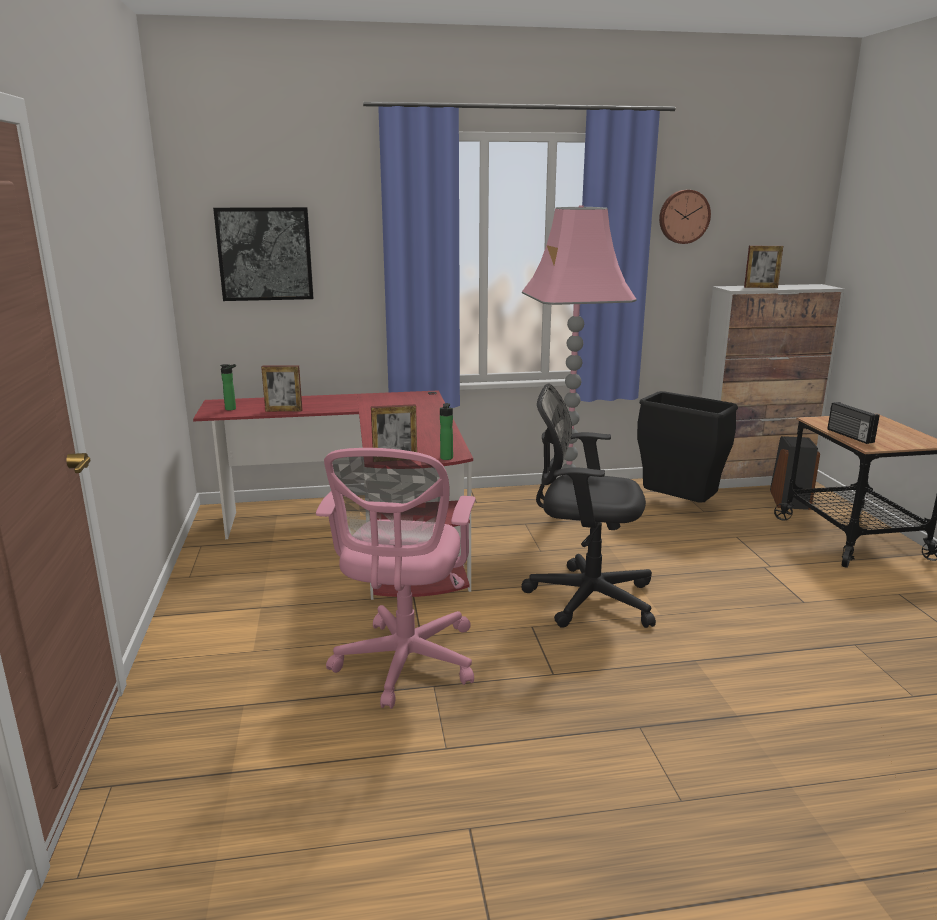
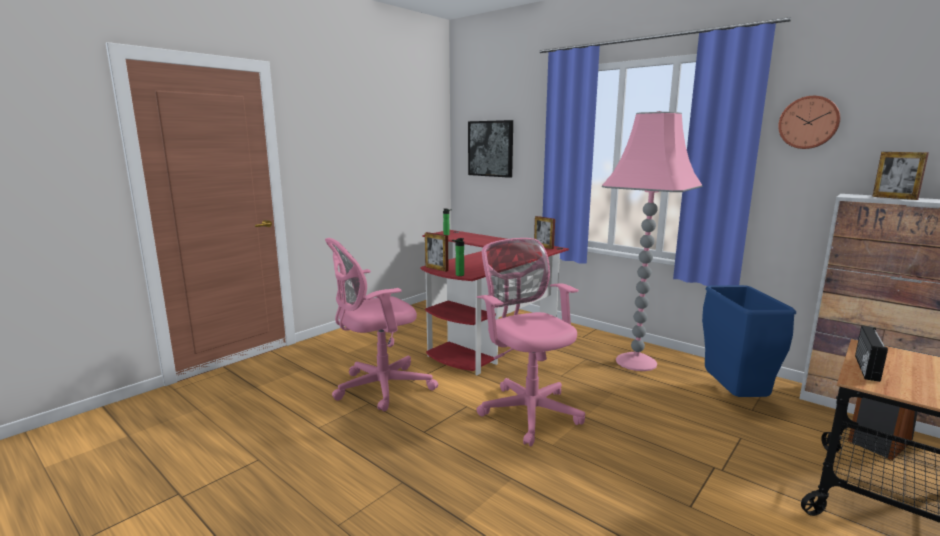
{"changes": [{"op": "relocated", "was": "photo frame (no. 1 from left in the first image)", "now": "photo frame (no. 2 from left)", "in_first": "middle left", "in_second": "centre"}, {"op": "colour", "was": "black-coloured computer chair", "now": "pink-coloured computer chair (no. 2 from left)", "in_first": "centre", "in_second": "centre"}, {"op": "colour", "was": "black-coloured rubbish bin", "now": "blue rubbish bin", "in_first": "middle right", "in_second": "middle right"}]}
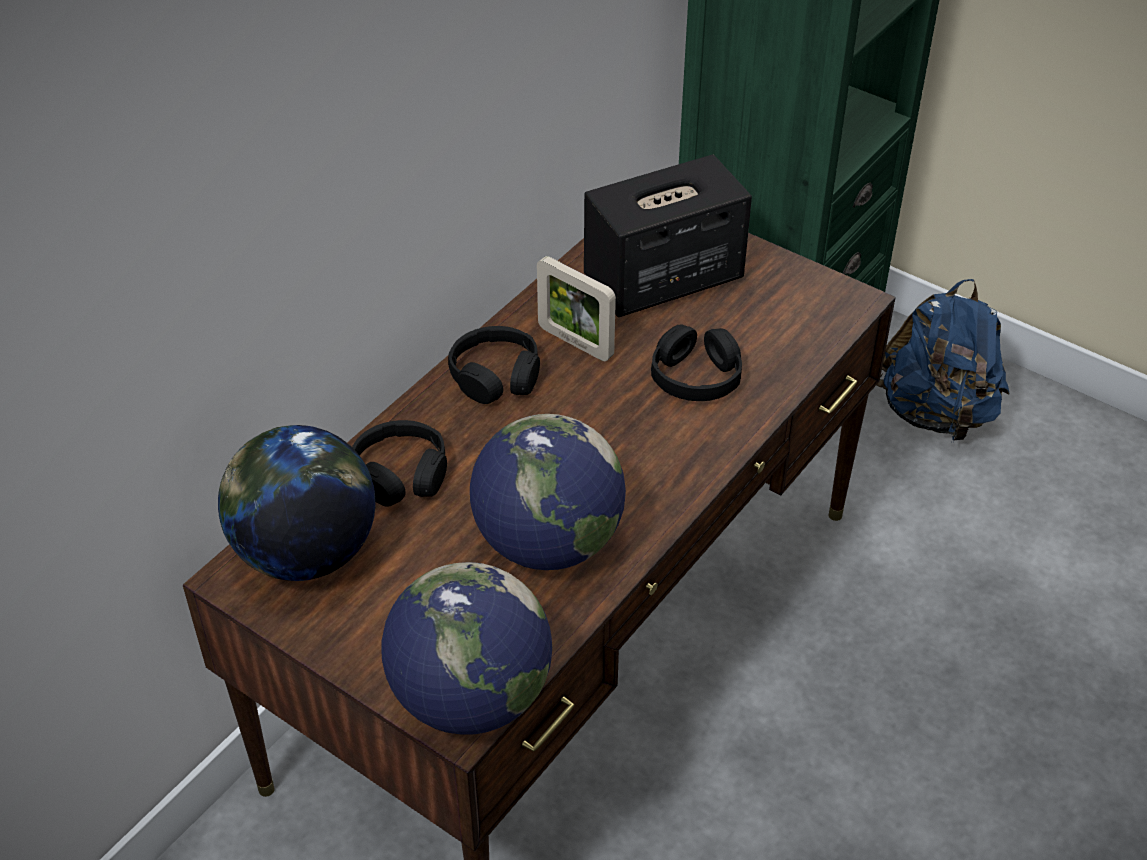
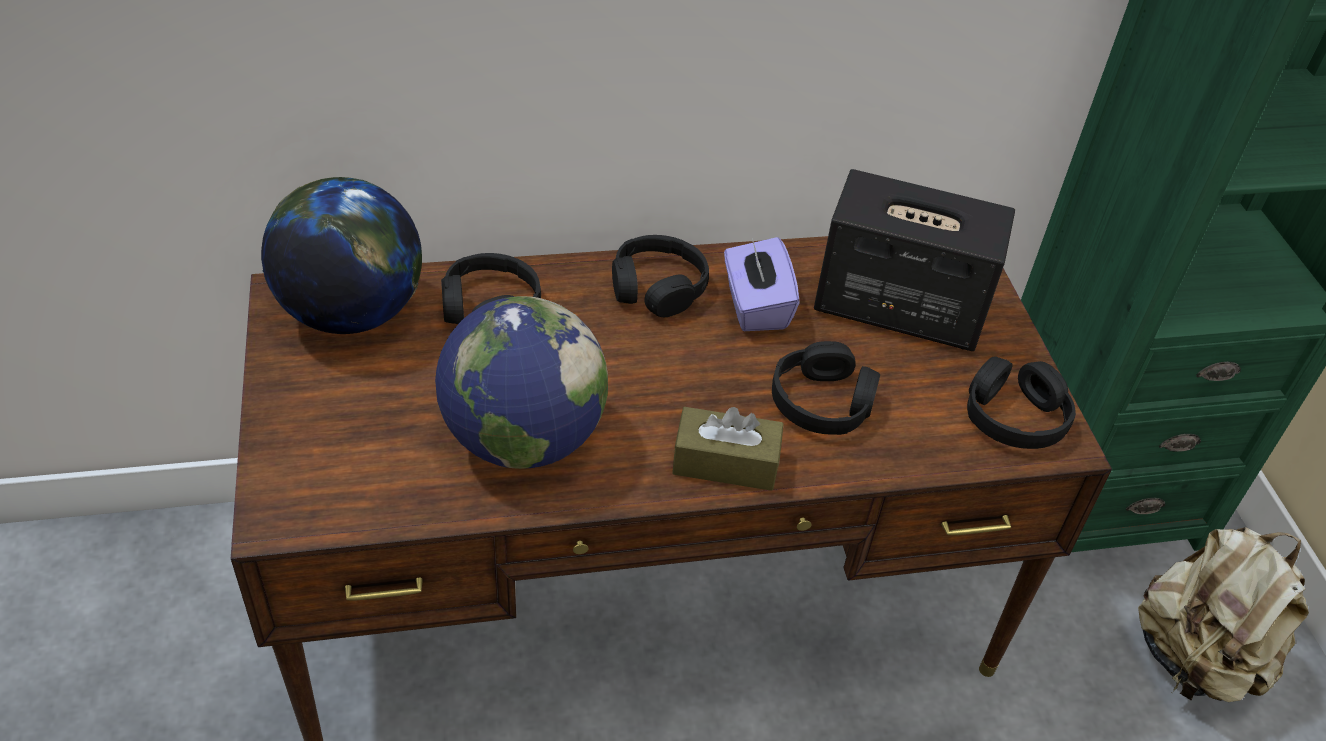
{"changes": [{"op": "missing", "was": "world globe (no. 2 from left)", "in_first": "bottom centre"}, {"op": "appeared", "now": "brown-coloured box of tissues", "in_second": "centre"}, {"op": "appeared", "now": "black-coloured headset (no. 4 from left)", "in_second": "middle right"}, {"op": "exchanged", "was": "photo frame", "now": "purple-coloured box of tissues", "in_first": "centre", "in_second": "centre"}, {"op": "colour", "was": "blue backpack", "now": "sand-coloured backpack", "in_first": "middle right", "in_second": "bottom right"}]}
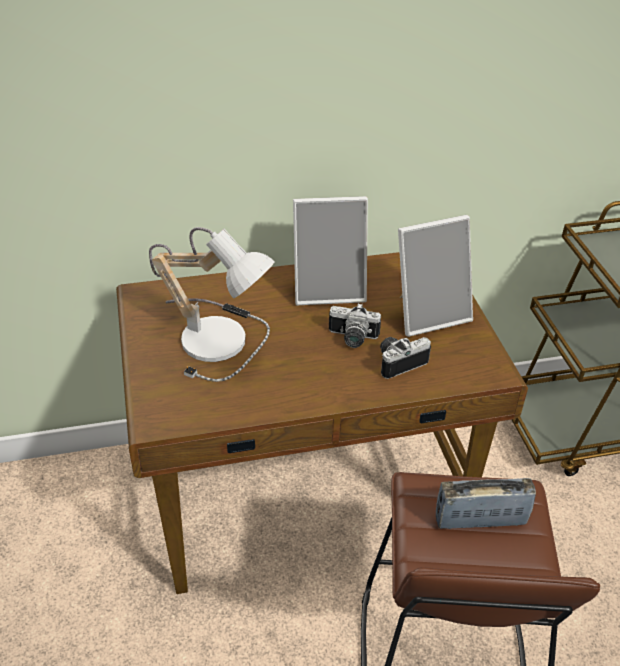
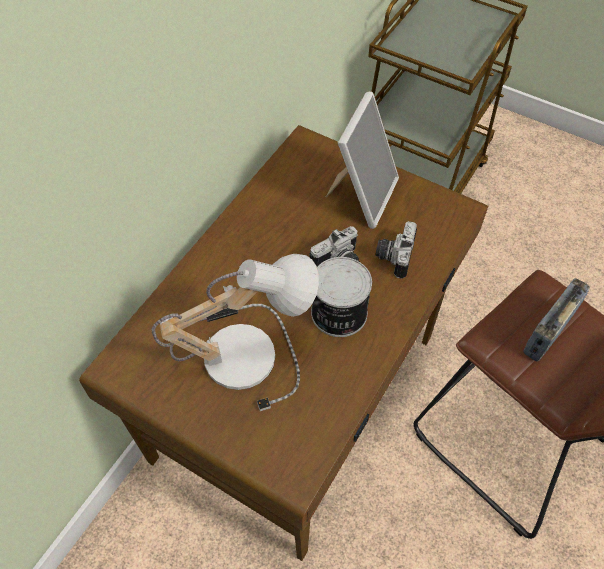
{"changes": [{"op": "missing", "was": "photo frame (no. 1 from left)", "in_first": "centre"}, {"op": "appeared", "now": "sealed can", "in_second": "centre"}]}
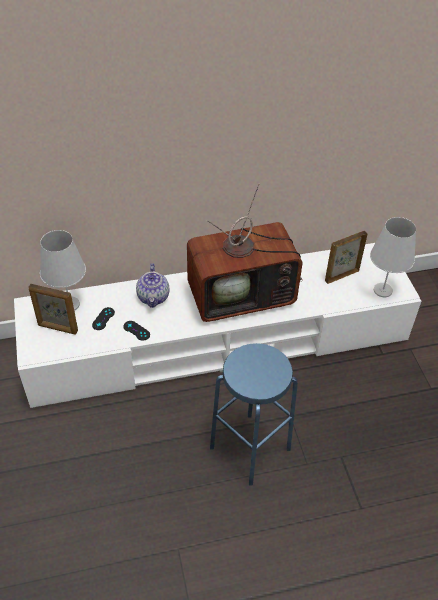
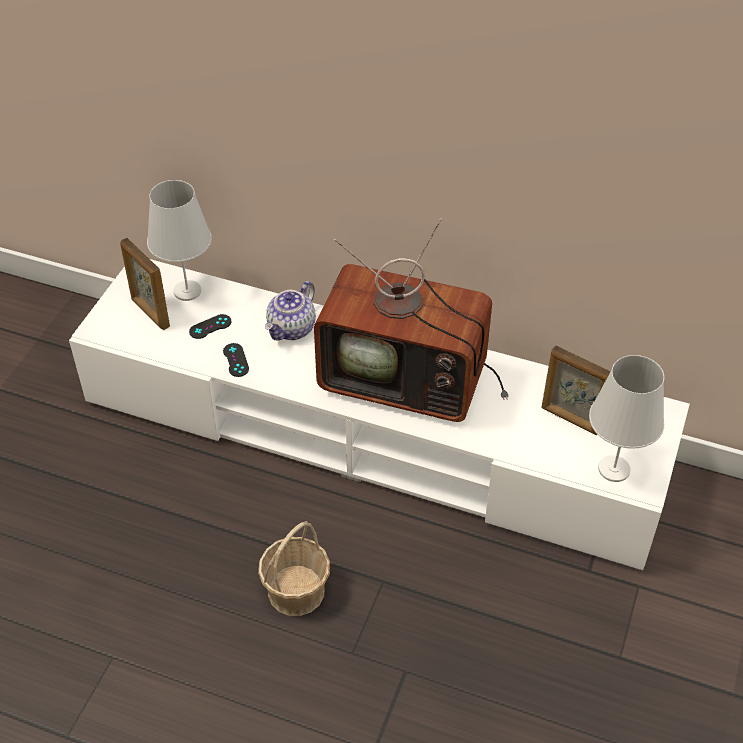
{"changes": [{"op": "exchanged", "was": "blue sitting stool", "now": "household basket", "in_first": "bottom centre", "in_second": "bottom centre"}, {"op": "spun", "was": "photo frame (no. 2 from left)", "in_first": "middle right", "in_second": "middle right", "clockwise": -150}]}
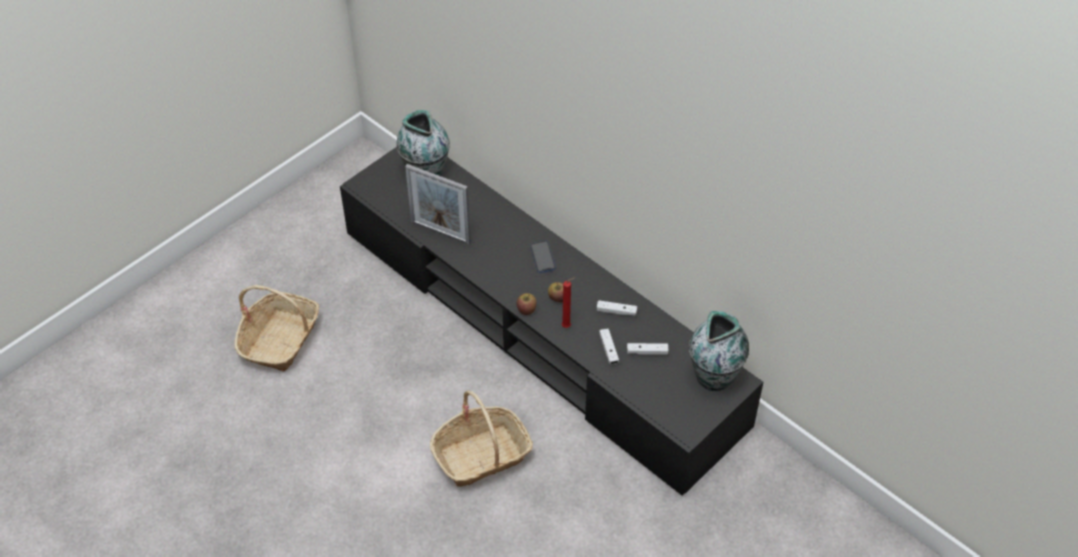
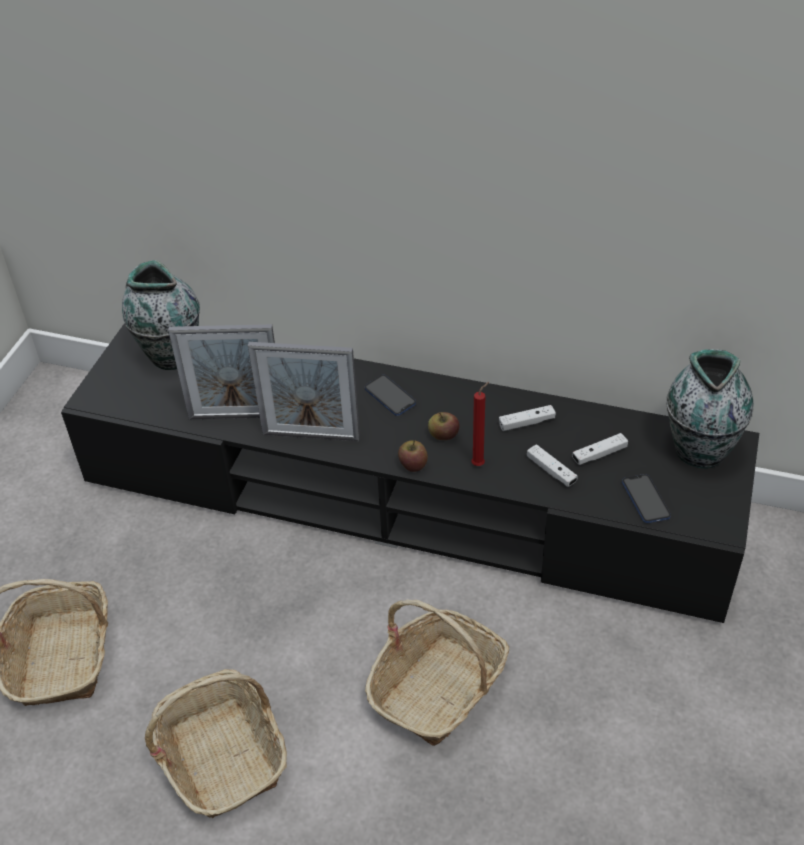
{"changes": [{"op": "appeared", "now": "household basket (no. 2 from left)", "in_second": "bottom left"}, {"op": "appeared", "now": "photo frame (no. 2 from left)", "in_second": "centre"}, {"op": "appeared", "now": "phone (no. 2 from left)", "in_second": "middle right"}]}
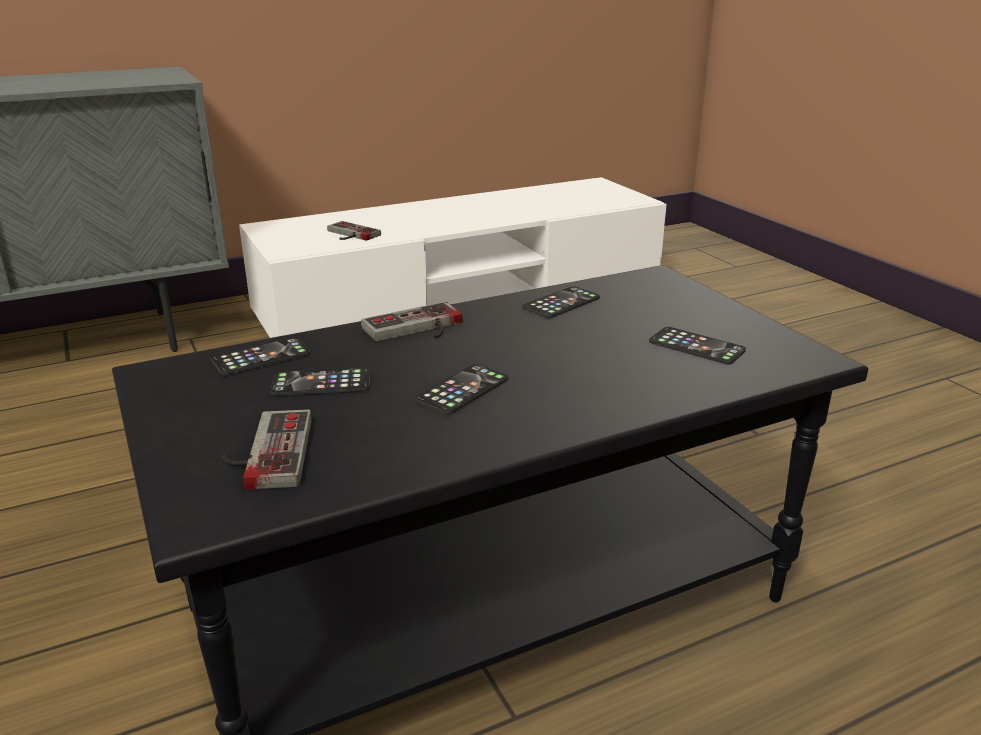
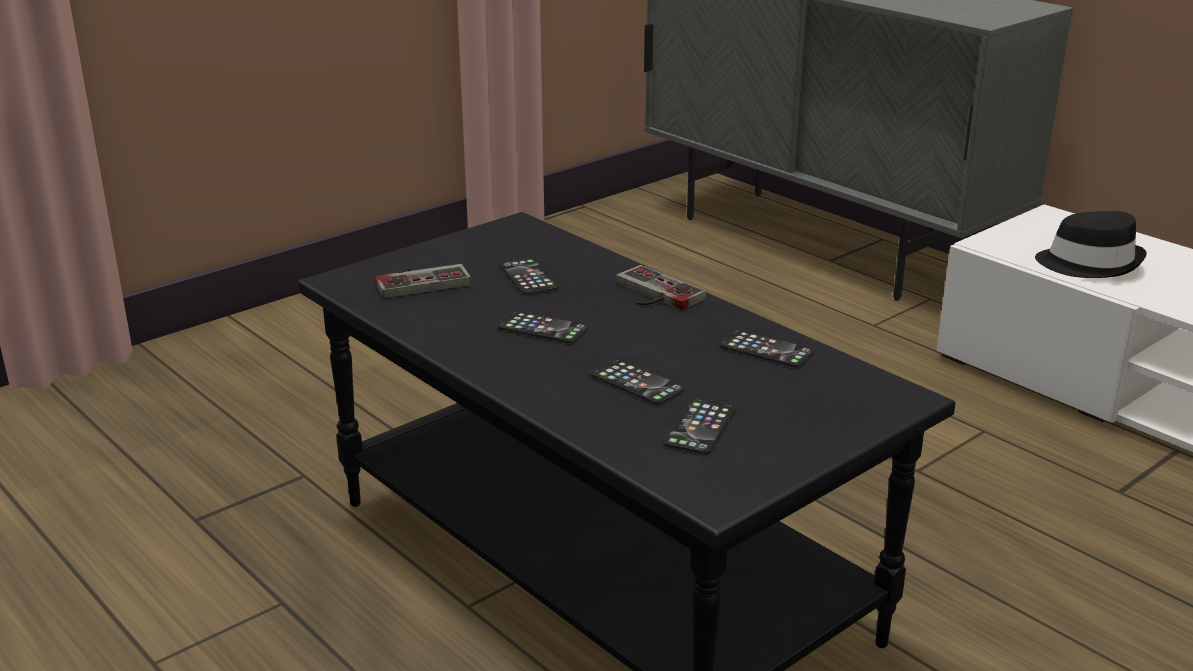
{"changes": [{"op": "relocated", "was": "phone (no. 1 from left in the first image)", "now": "phone (no. 3 from left)", "in_first": "middle left", "in_second": "centre"}, {"op": "exchanged", "was": "game controller (no. 2 from left)", "now": "black-coloured hat", "in_first": "top centre", "in_second": "middle right"}]}
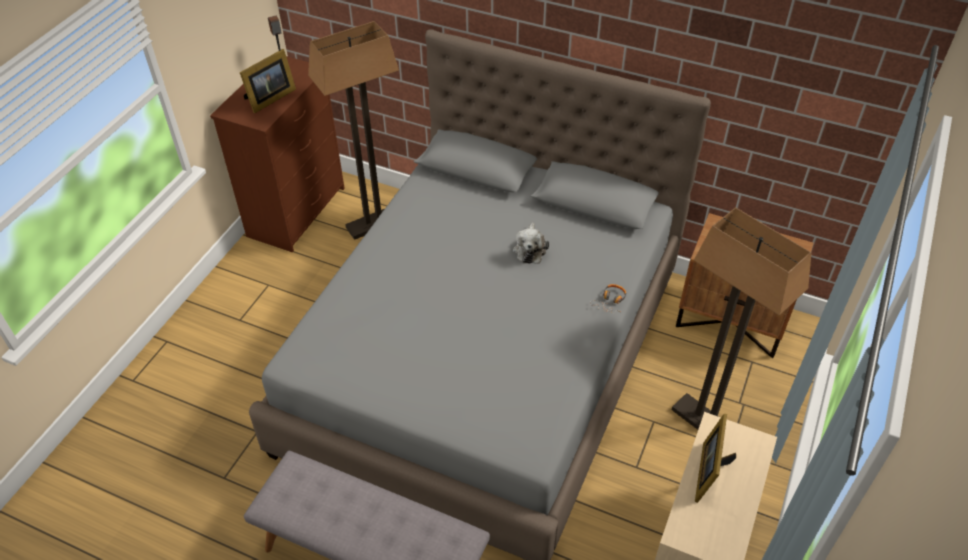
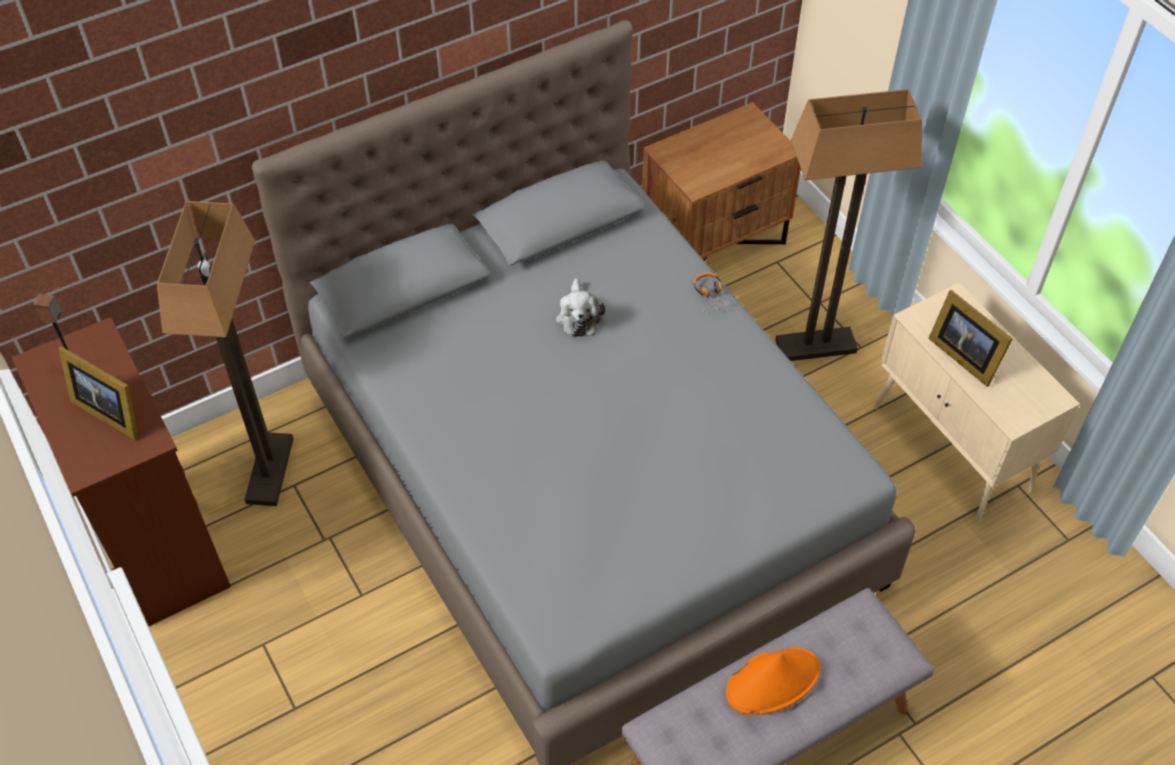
{"changes": [{"op": "appeared", "now": "orangey hat", "in_second": "bottom centre"}, {"op": "spun", "was": "photo frame (no. 1 from left)", "in_first": "top left", "in_second": "middle left", "clockwise": 135}, {"op": "spun", "was": "soft toy", "in_first": "centre", "in_second": "centre", "clockwise": 45}]}
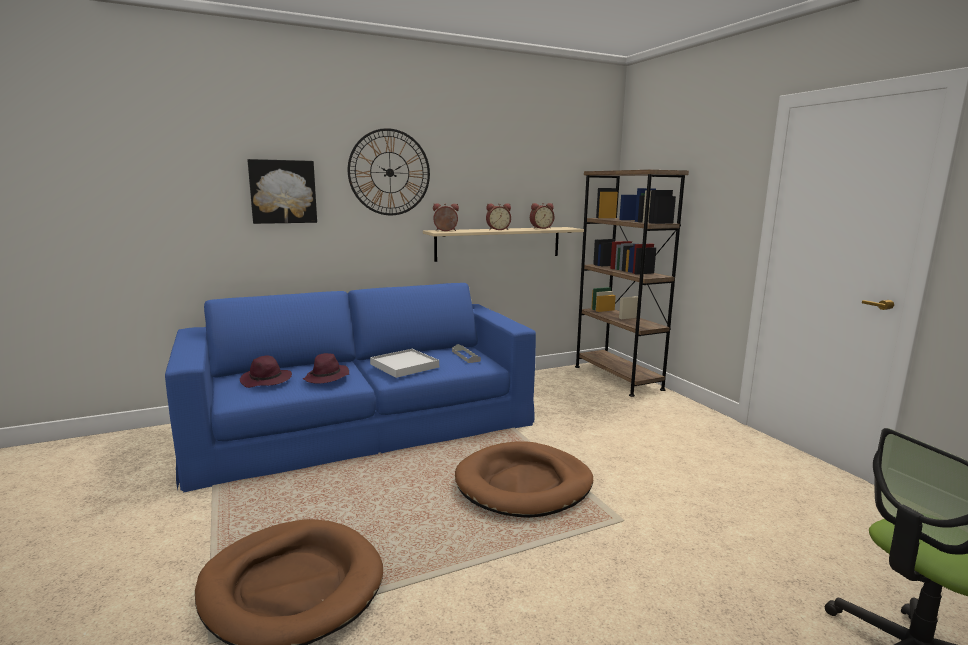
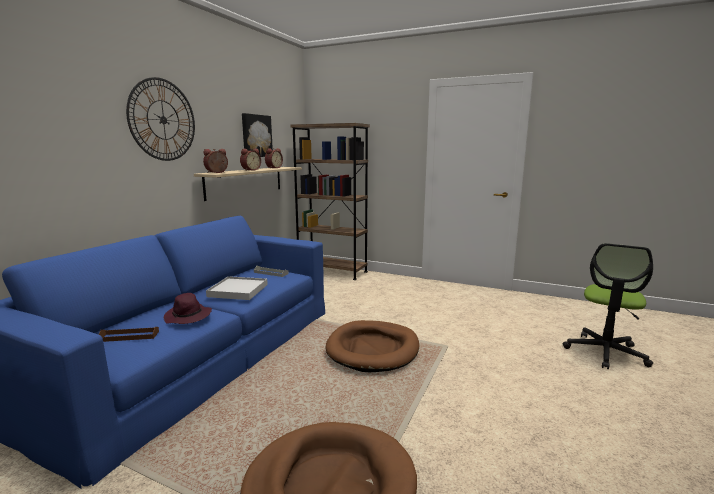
{"changes": [{"op": "relocated", "was": "wall picture", "in_first": "top left", "in_second": "top centre"}, {"op": "exchanged", "was": "purple-coloured hat (no. 1 from left)", "now": "brown-coloured serving tray", "in_first": "middle left", "in_second": "bottom left"}]}
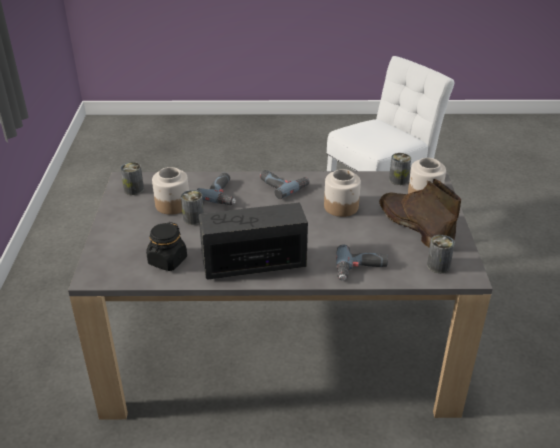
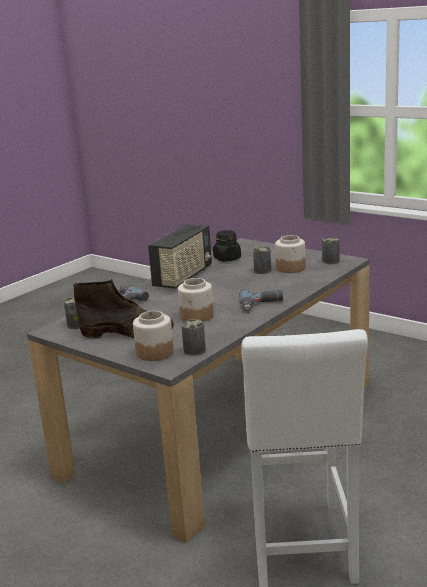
{"changes": [{"op": "missing", "was": "power drill (no. 1 from left)", "in_first": "centre"}]}
